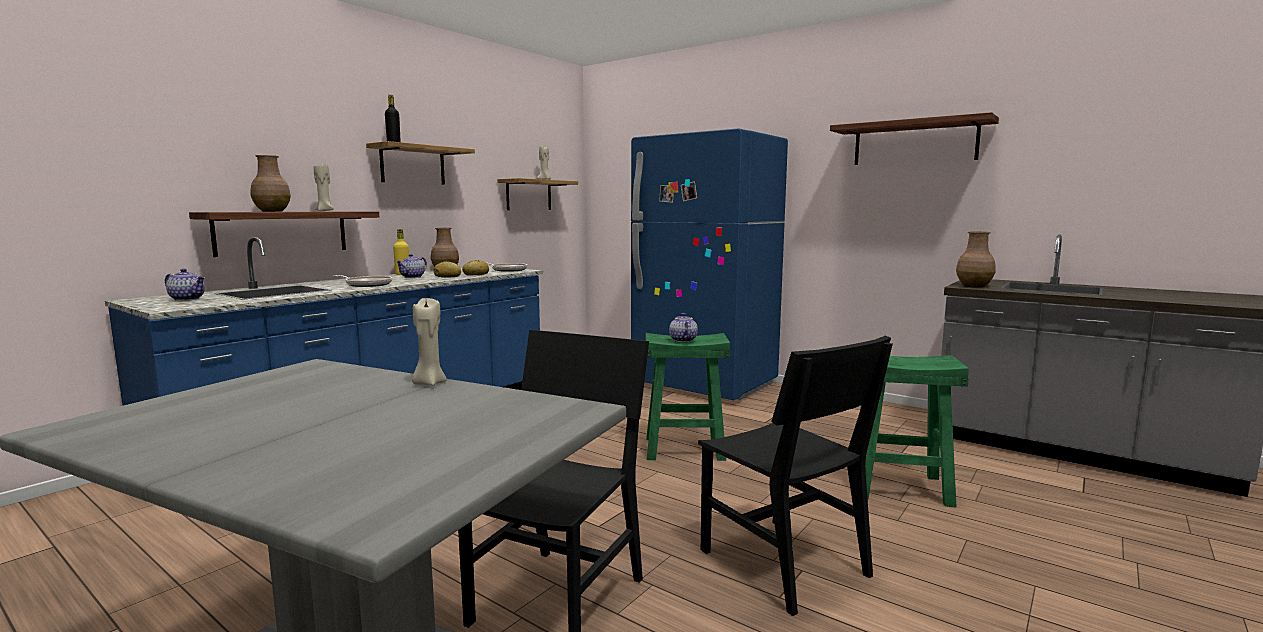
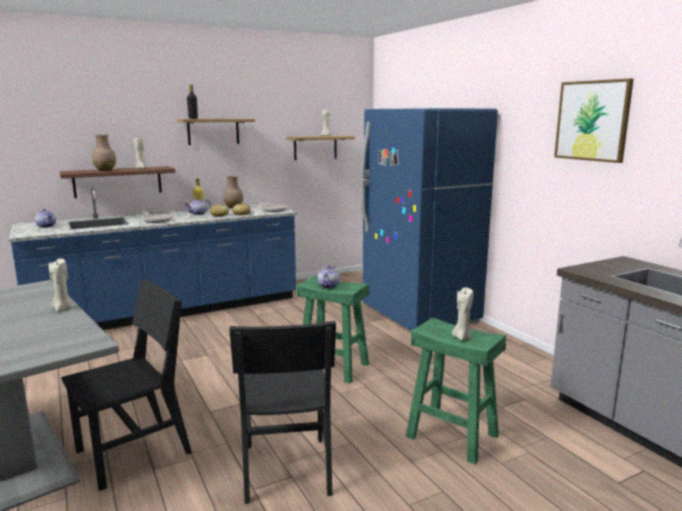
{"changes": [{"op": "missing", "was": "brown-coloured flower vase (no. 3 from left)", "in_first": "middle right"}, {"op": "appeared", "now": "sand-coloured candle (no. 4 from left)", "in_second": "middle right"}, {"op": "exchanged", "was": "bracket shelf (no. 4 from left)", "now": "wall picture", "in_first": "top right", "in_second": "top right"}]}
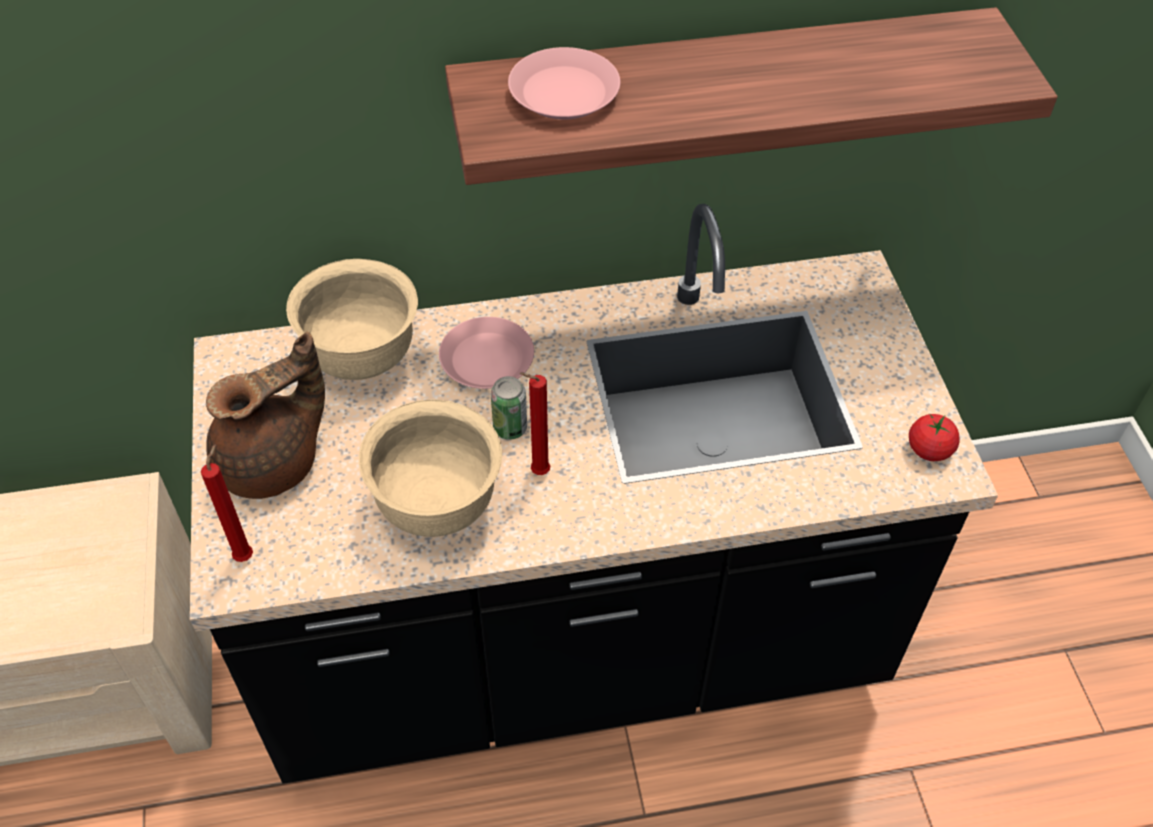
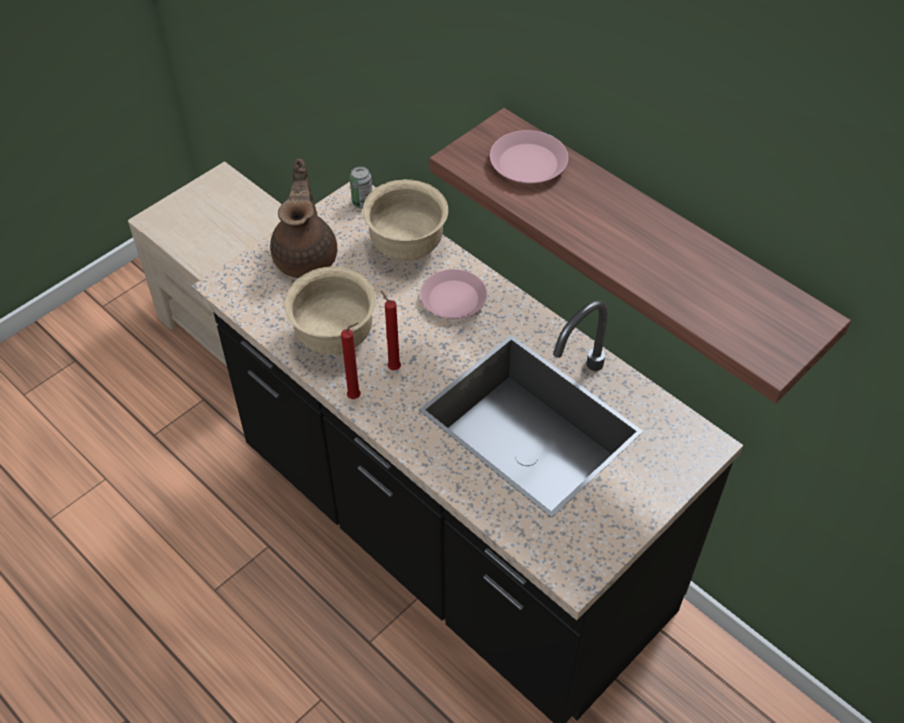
{"changes": [{"op": "missing", "was": "fresh tomato", "in_first": "middle right"}, {"op": "relocated", "was": "red-coloured candle (no. 1 from left)", "in_first": "middle left", "in_second": "centre"}, {"op": "relocated", "was": "sealed can", "in_first": "centre", "in_second": "top centre"}, {"op": "spun", "was": "brown-coloured pot for tea", "in_first": "middle left", "in_second": "top centre", "clockwise": -105}]}
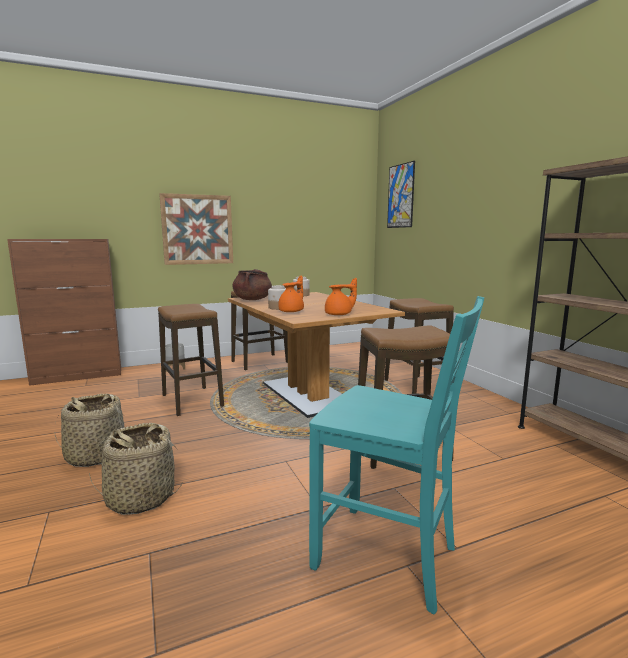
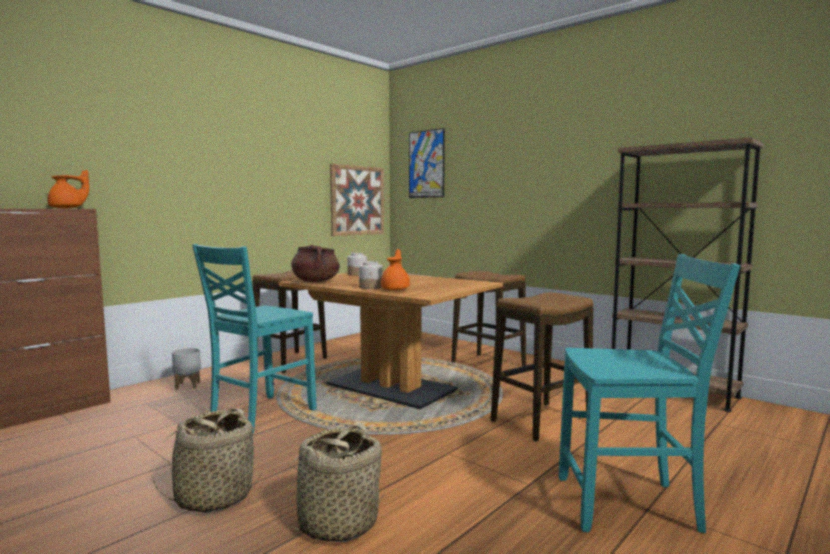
{"changes": [{"op": "relocated", "was": "wall picture (no. 1 from left)", "in_first": "middle left", "in_second": "centre"}, {"op": "relocated", "was": "orangey pot for tea (no. 2 from left in the first image)", "now": "orangey pot for tea (no. 1 from left)", "in_first": "centre", "in_second": "middle left"}, {"op": "exchanged", "was": "sitting stool (no. 1 from left)", "now": "turquoise upright chair (no. 1 from left)", "in_first": "middle left", "in_second": "middle left"}]}
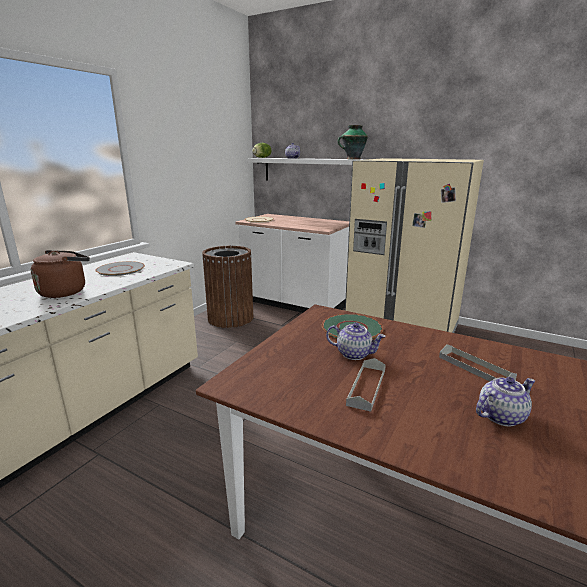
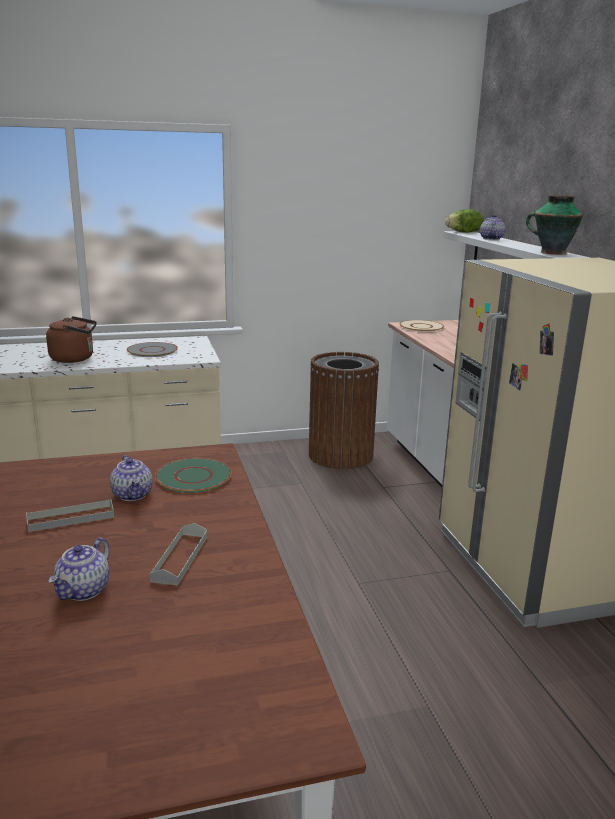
{"changes": [{"op": "spun", "was": "pot for tea (no. 3 from left in the first image)", "in_first": "bottom right", "in_second": "bottom left", "clockwise": 90}]}
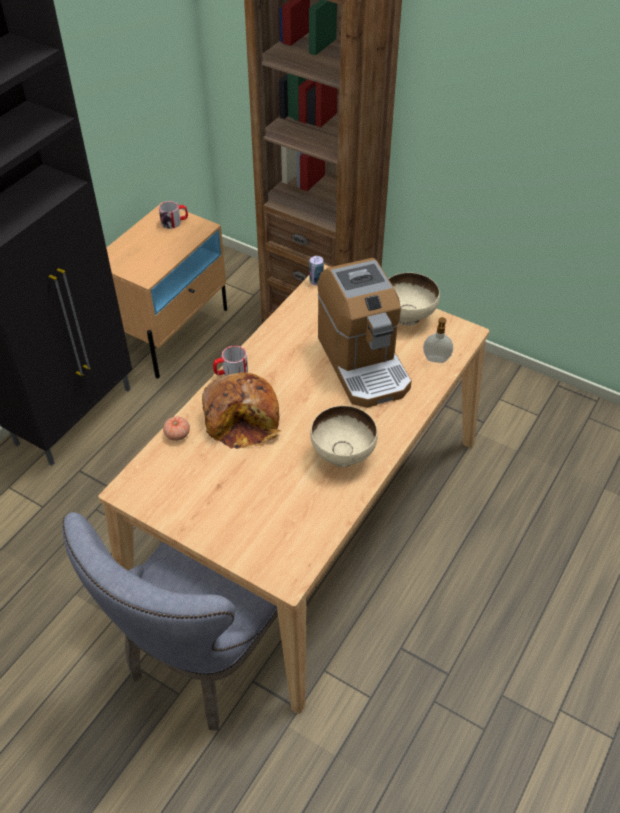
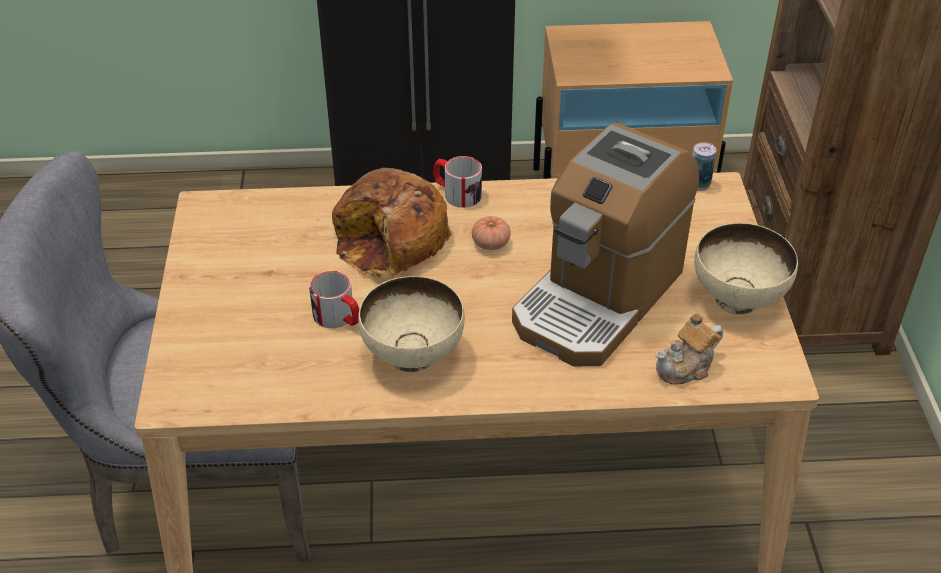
{"changes": [{"op": "relocated", "was": "tea mug (no. 1 from left)", "in_first": "top left", "in_second": "centre"}, {"op": "relocated", "was": "fresh tomato", "in_first": "middle left", "in_second": "centre"}, {"op": "exchanged", "was": "liquid soap bottle", "now": "pot for tea", "in_first": "middle right", "in_second": "middle right"}]}
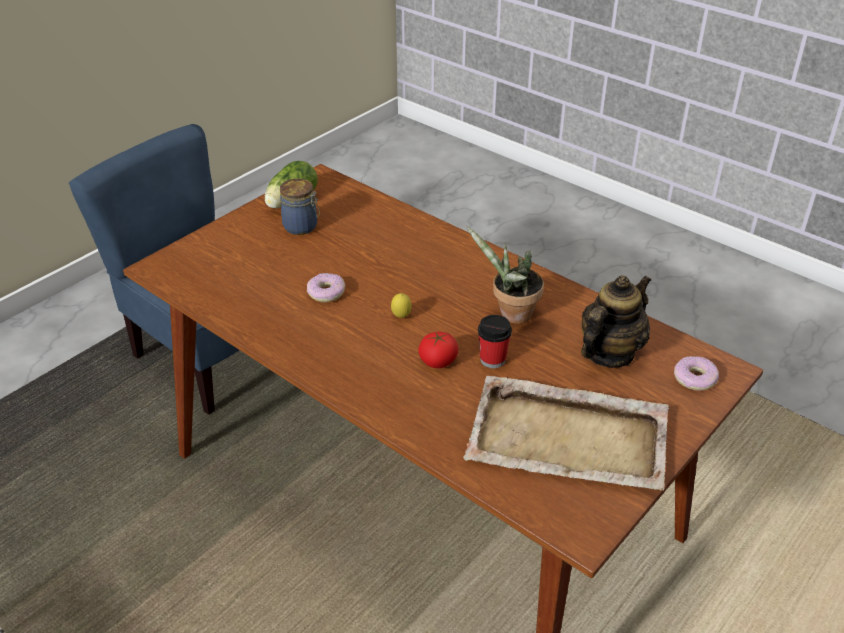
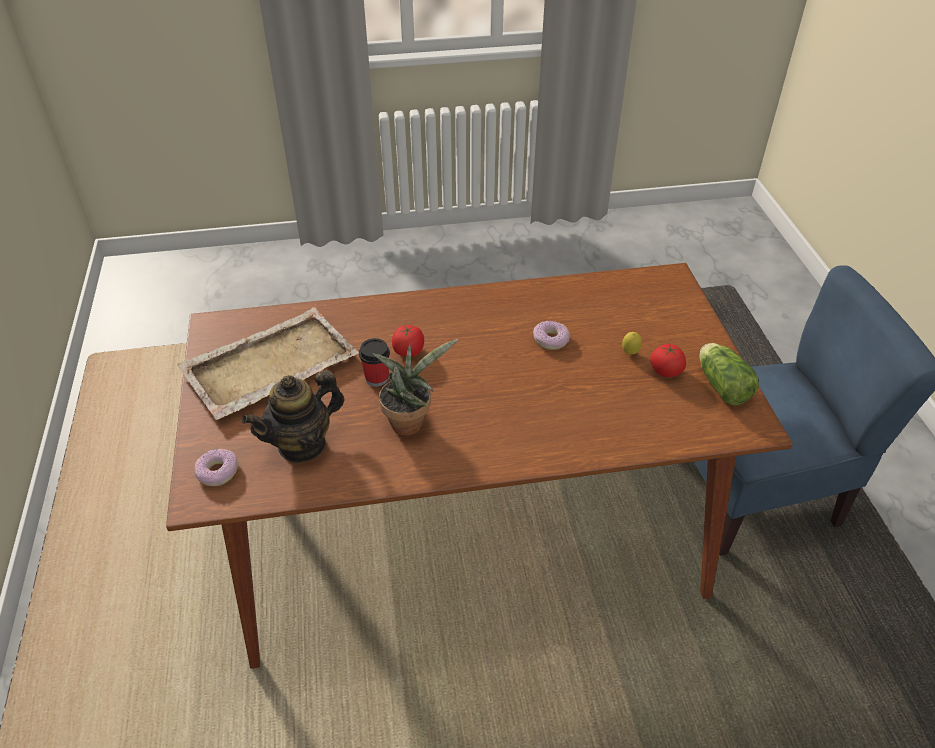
{"changes": [{"op": "relocated", "was": "citrus fruit", "in_first": "centre", "in_second": "middle right"}, {"op": "exchanged", "was": "preserve jar", "now": "fresh tomato (no. 2 from left)", "in_first": "top centre", "in_second": "middle right"}, {"op": "spun", "was": "pot for tea", "in_first": "middle right", "in_second": "middle left", "clockwise": 60}]}
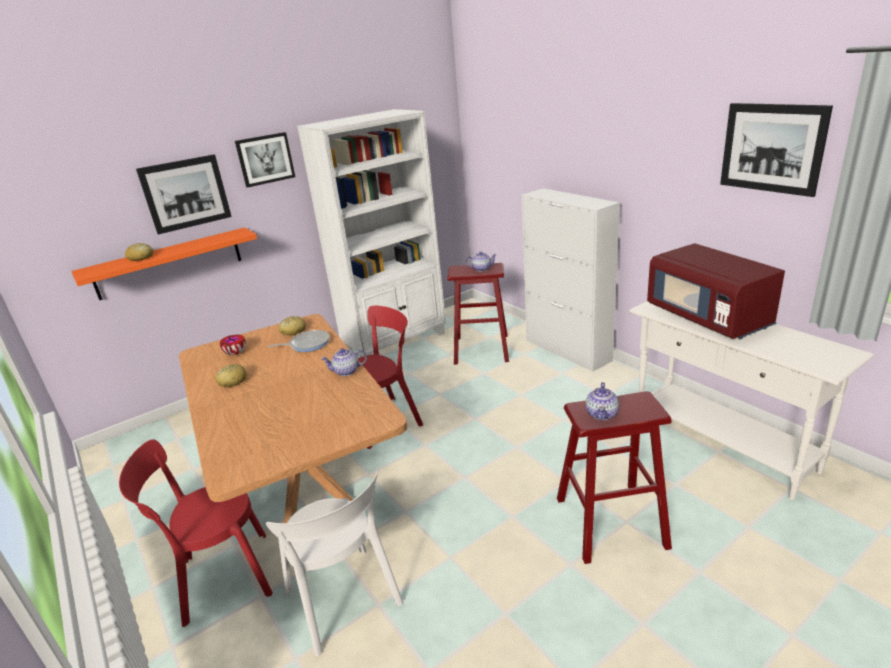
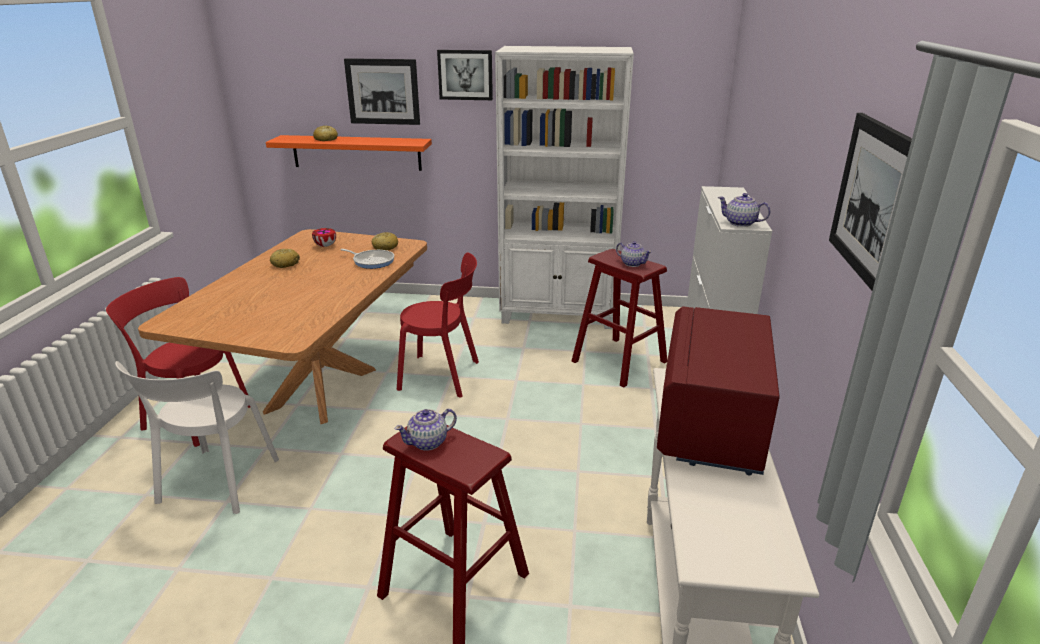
{"changes": [{"op": "relocated", "was": "pot for tea (no. 1 from left in the first image)", "now": "pot for tea (no. 3 from left)", "in_first": "centre", "in_second": "top right"}]}
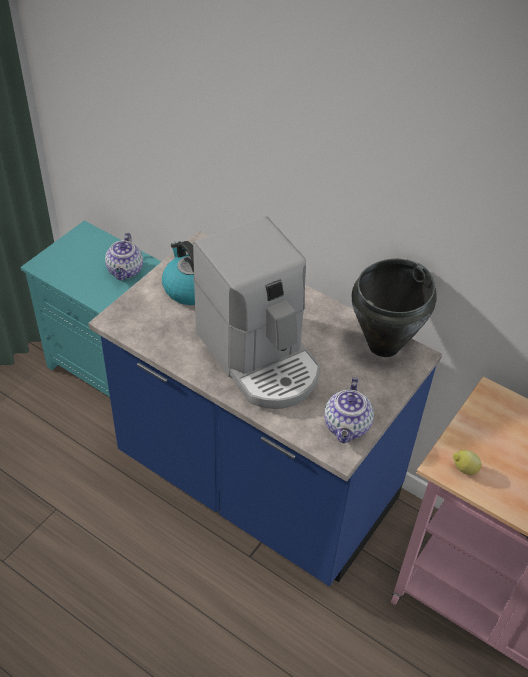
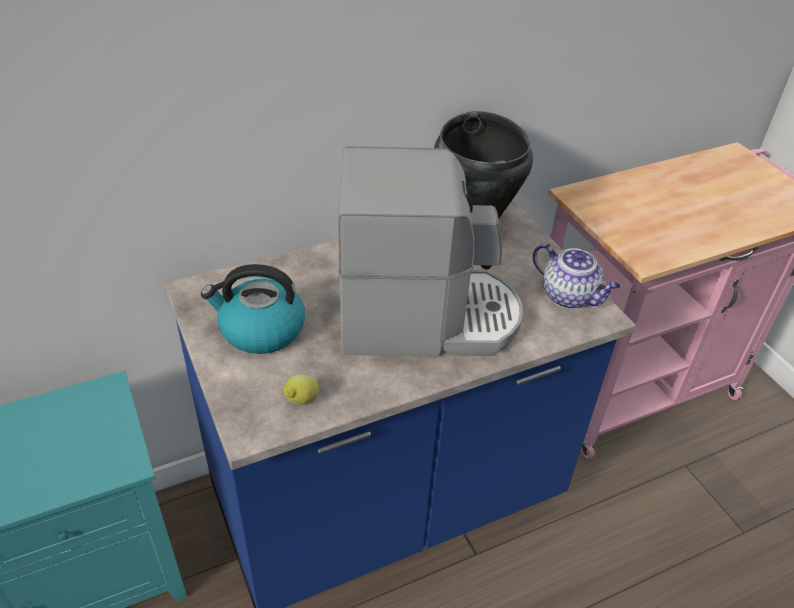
{"changes": [{"op": "missing", "was": "pot for tea (no. 1 from left)", "in_first": "middle left"}, {"op": "relocated", "was": "citrus fruit", "in_first": "bottom right", "in_second": "centre"}]}
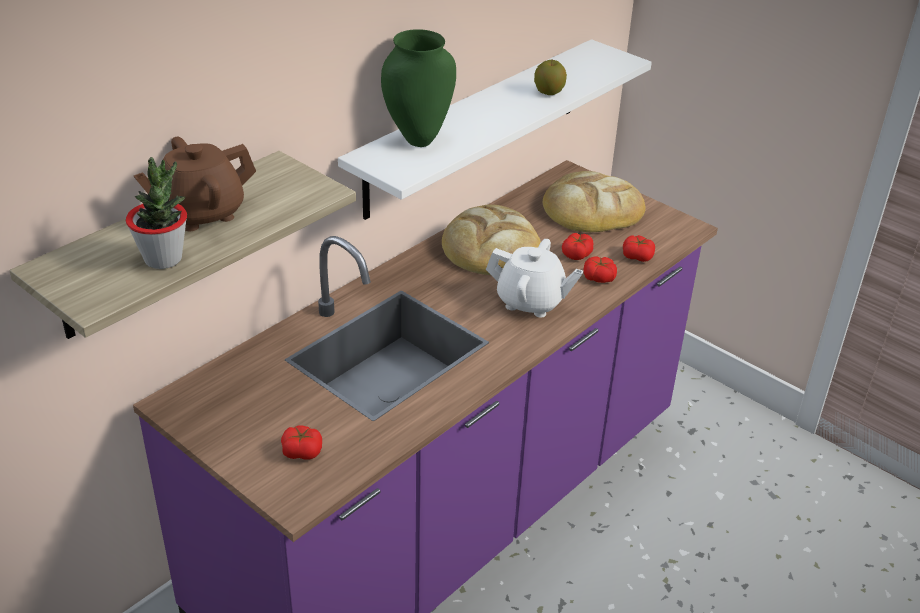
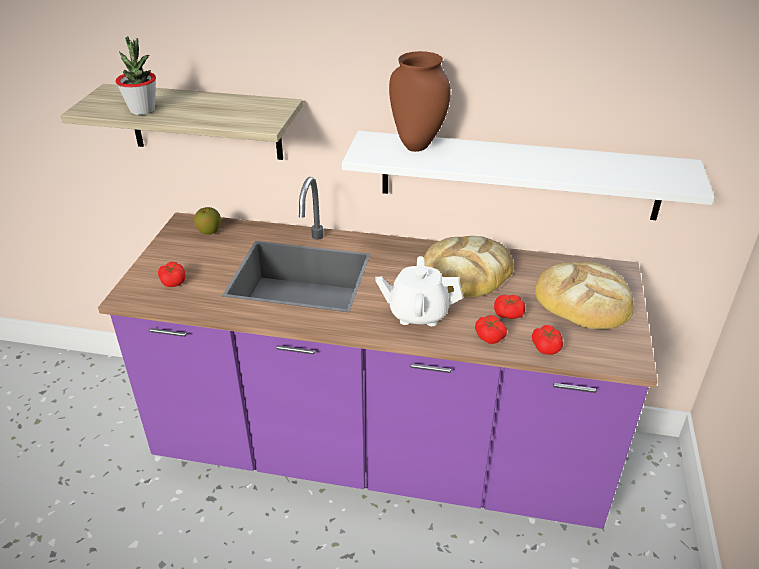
{"changes": [{"op": "missing", "was": "brown-coloured pot for tea", "in_first": "top left"}, {"op": "relocated", "was": "whole apple", "in_first": "top centre", "in_second": "middle left"}, {"op": "colour", "was": "greenish flower vase", "now": "brown-coloured flower vase", "in_first": "top centre", "in_second": "top centre"}, {"op": "spun", "was": "whitish pot for tea", "in_first": "centre", "in_second": "centre", "clockwise": 105}]}
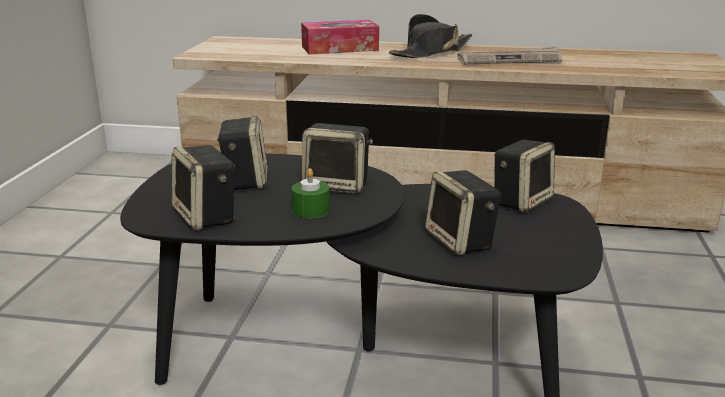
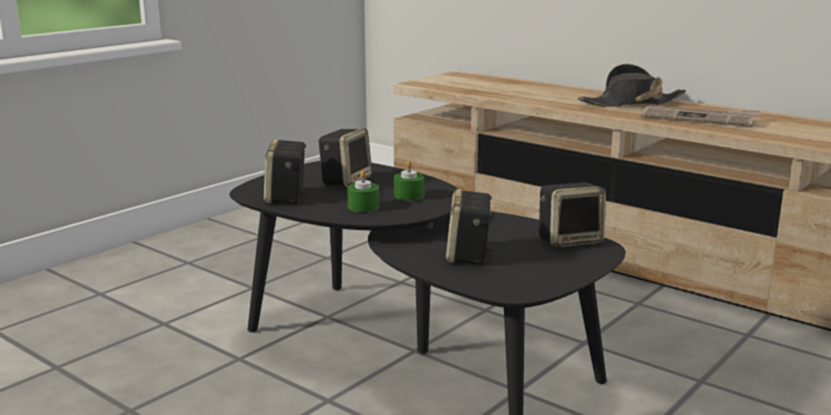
{"changes": [{"op": "missing", "was": "box of tissues", "in_first": "top centre"}, {"op": "exchanged", "was": "speaker (no. 3 from left)", "now": "greenish candle (no. 2 from left)", "in_first": "centre", "in_second": "centre"}]}
